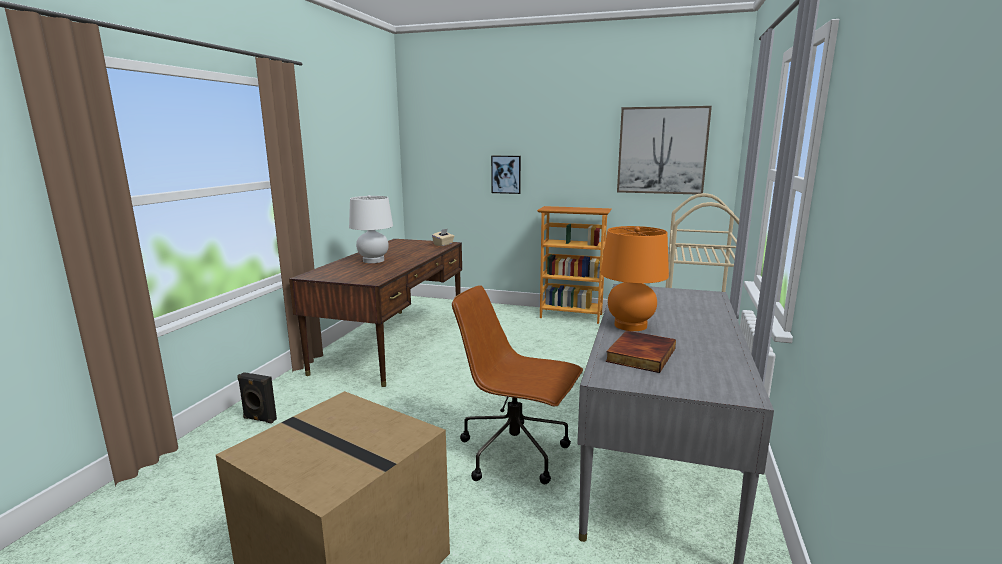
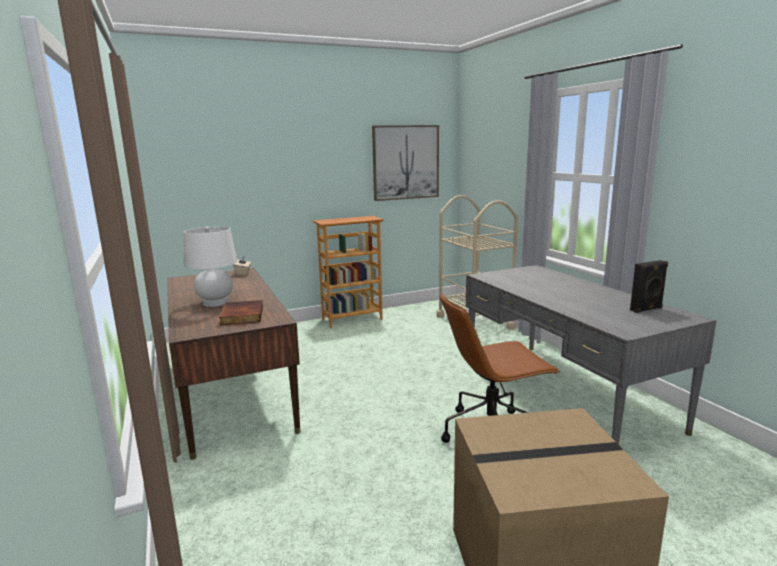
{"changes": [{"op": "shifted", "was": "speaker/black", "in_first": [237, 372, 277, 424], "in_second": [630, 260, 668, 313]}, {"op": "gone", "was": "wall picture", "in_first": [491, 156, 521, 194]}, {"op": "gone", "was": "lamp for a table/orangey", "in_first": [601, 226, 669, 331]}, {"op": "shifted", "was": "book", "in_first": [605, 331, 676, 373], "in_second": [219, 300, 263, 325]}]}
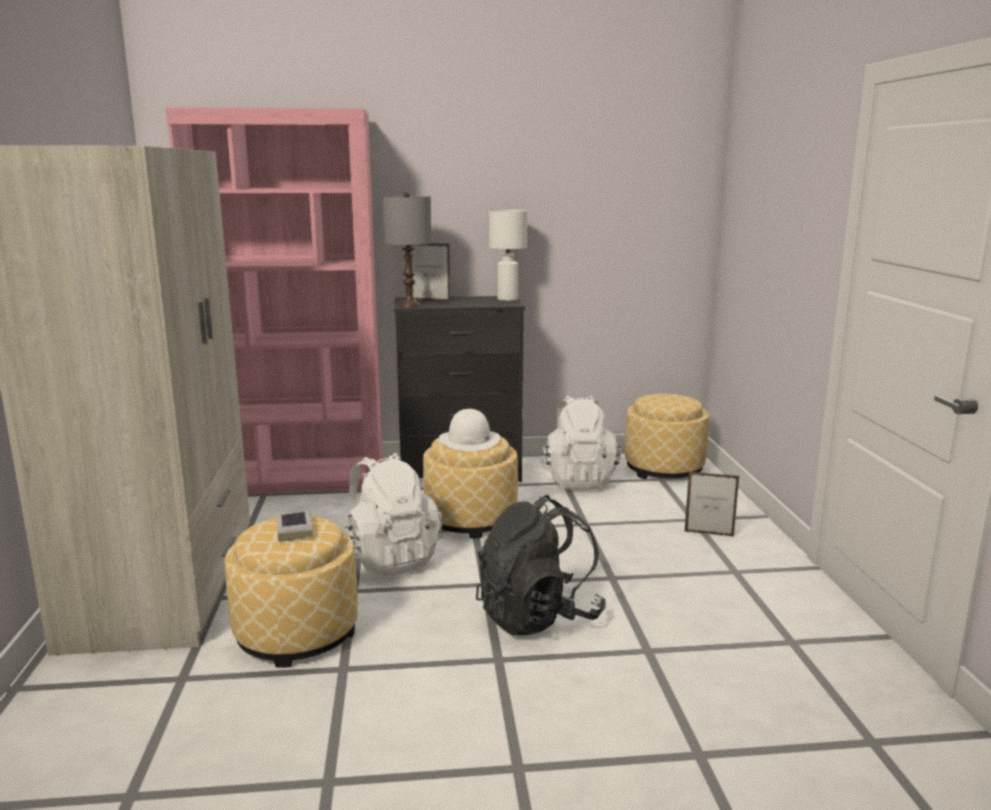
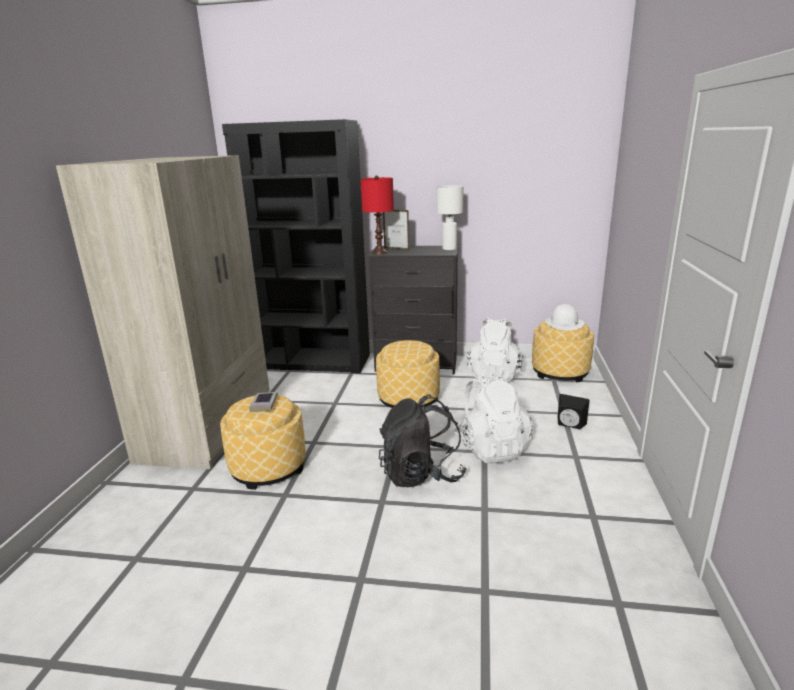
{"changes": [{"op": "repainted", "was": "bookcase/pink", "now": "bookcase/black", "in_first": [165, 107, 383, 494], "in_second": [222, 119, 370, 373]}, {"op": "shifted", "was": "backpack/whitish", "in_first": [344, 453, 442, 576], "in_second": [453, 374, 533, 463]}, {"op": "repainted", "was": "lamp for a table/grey", "now": "lamp for a table/reddish", "in_first": [383, 192, 432, 308], "in_second": [360, 176, 394, 255]}, {"op": "shifted", "was": "hat/whitish", "in_first": [439, 409, 500, 451], "in_second": [545, 304, 584, 330]}, {"op": "swapped", "was": "photo frame", "now": "speaker/black", "in_first": [685, 472, 739, 536], "in_second": [557, 394, 589, 430]}]}
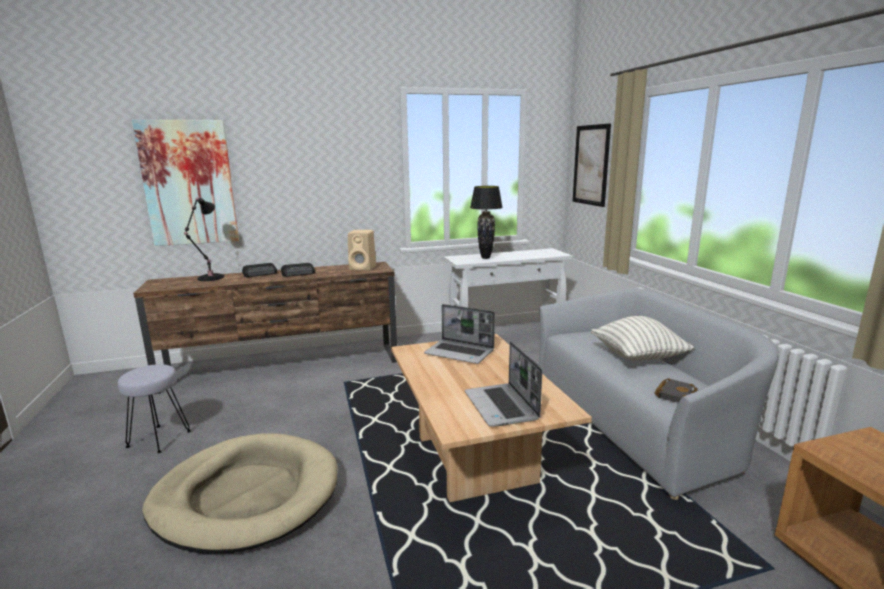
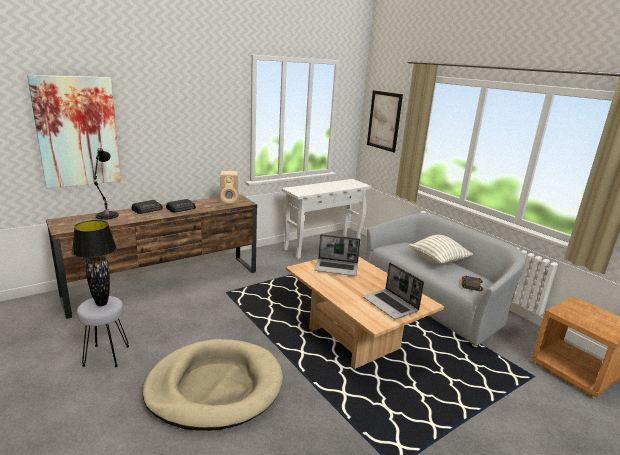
{"changes": [{"op": "shifted", "was": "lamp for a table/black", "in_first": [470, 186, 503, 259], "in_second": [72, 220, 117, 306]}]}
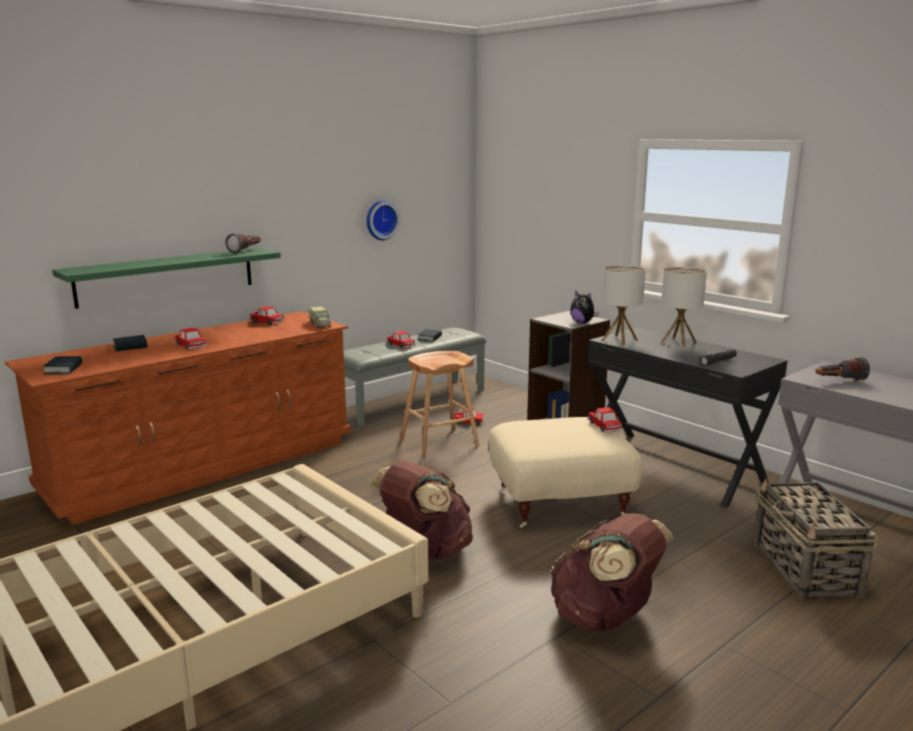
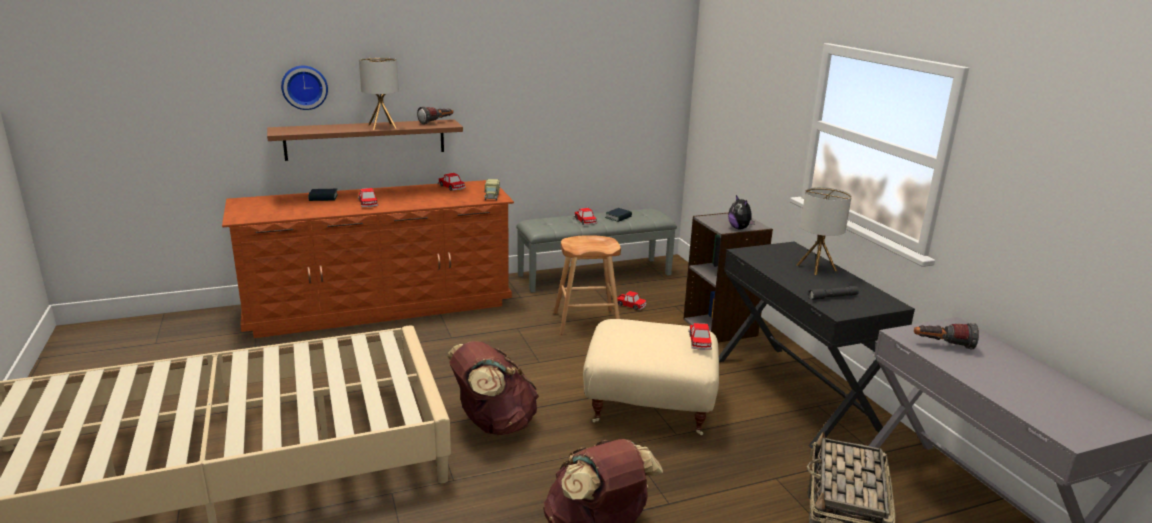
{"changes": [{"op": "gone", "was": "book", "in_first": [43, 356, 82, 374]}, {"op": "repainted", "was": "shelf/greenish", "now": "shelf/brownish", "in_first": [52, 248, 281, 309], "in_second": [267, 119, 463, 161]}, {"op": "shifted", "was": "clock on the wall", "in_first": [366, 200, 400, 240], "in_second": [281, 66, 328, 110]}, {"op": "shifted", "was": "lamp for a table", "in_first": [602, 265, 646, 345], "in_second": [359, 57, 399, 130]}]}
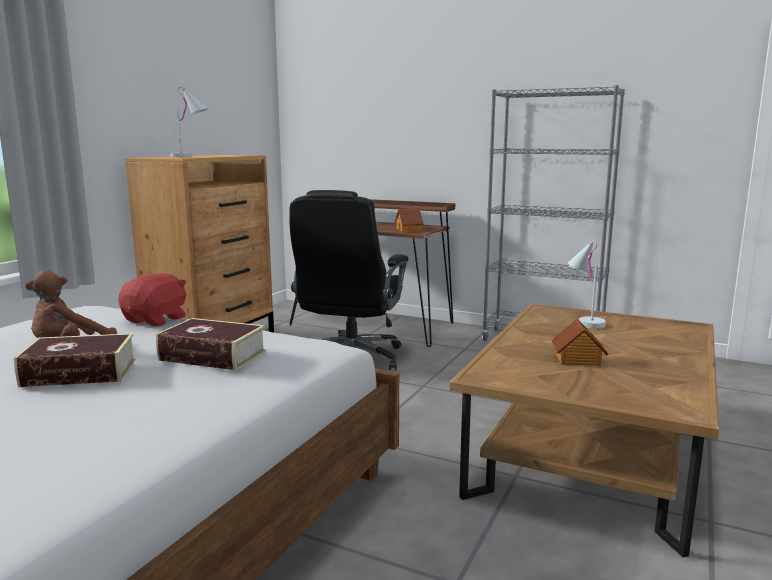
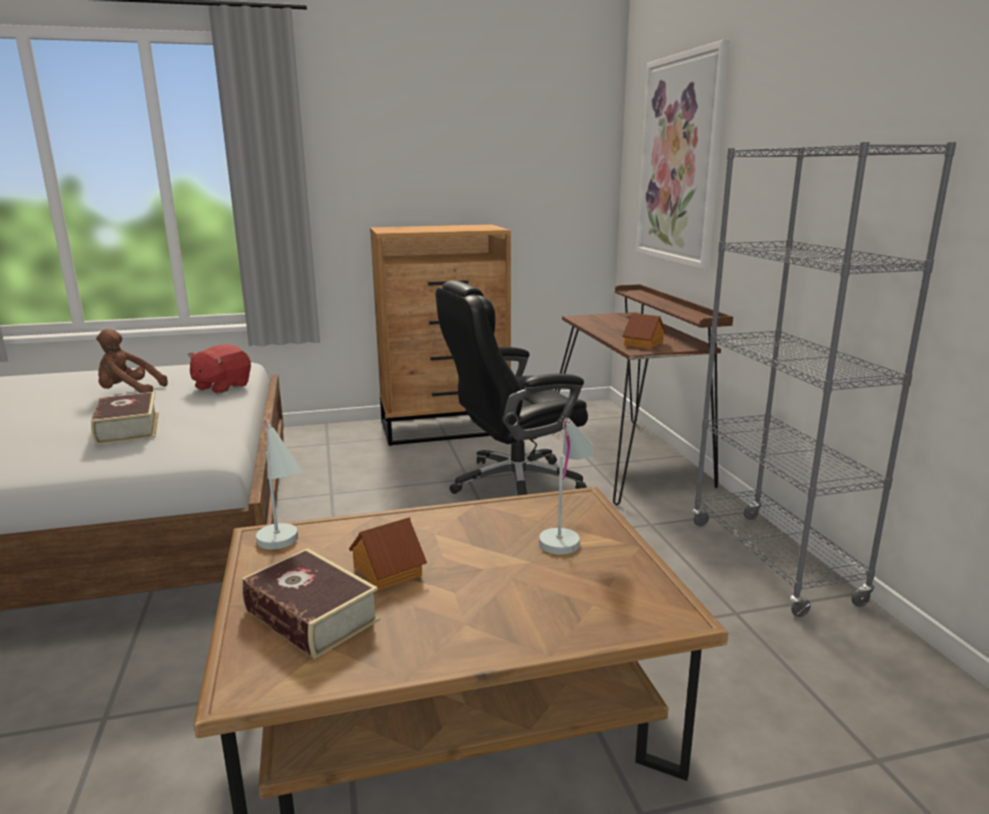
{"changes": [{"op": "shifted", "was": "book", "in_first": [14, 333, 136, 387], "in_second": [241, 548, 380, 659]}, {"op": "rotated", "was": "soft toy/reddish", "in_first": [118, 273, 187, 326], "in_second": [188, 344, 251, 394], "clockwise": 135}, {"op": "shifted", "was": "lamp for a table/whitish", "in_first": [170, 87, 208, 157], "in_second": [256, 419, 302, 549]}, {"op": "new", "now": "wall picture", "in_second": [636, 39, 730, 270]}]}
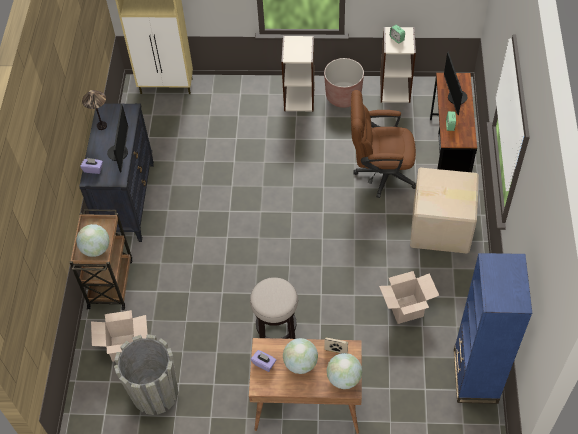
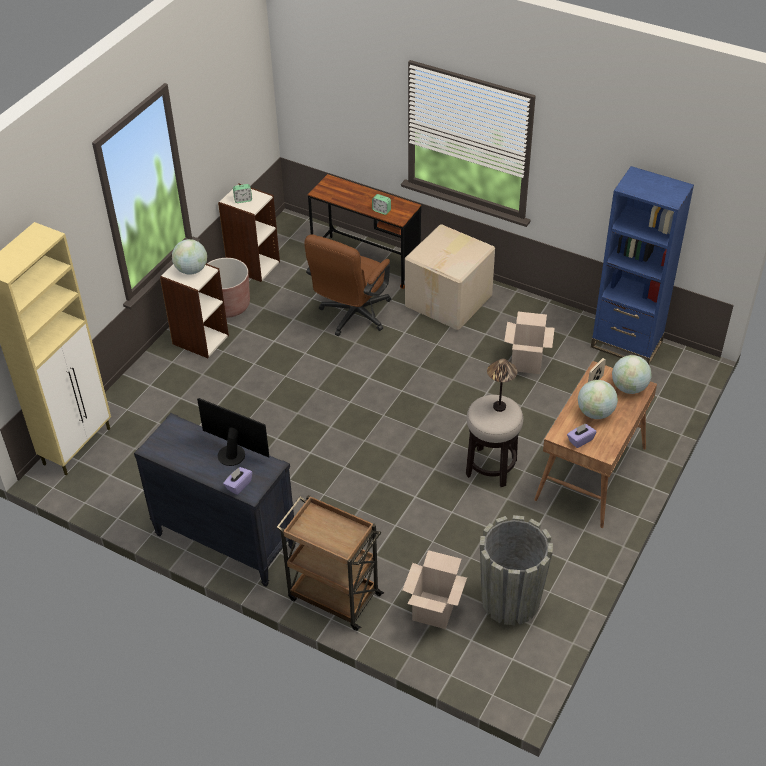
{"changes": [{"op": "shifted", "was": "world globe", "in_first": [76, 224, 110, 257], "in_second": [172, 239, 207, 275]}, {"op": "shifted", "was": "lamp for a table", "in_first": [82, 90, 107, 130], "in_second": [487, 359, 517, 412]}, {"op": "gone", "was": "monitor", "in_first": [444, 51, 467, 115]}]}
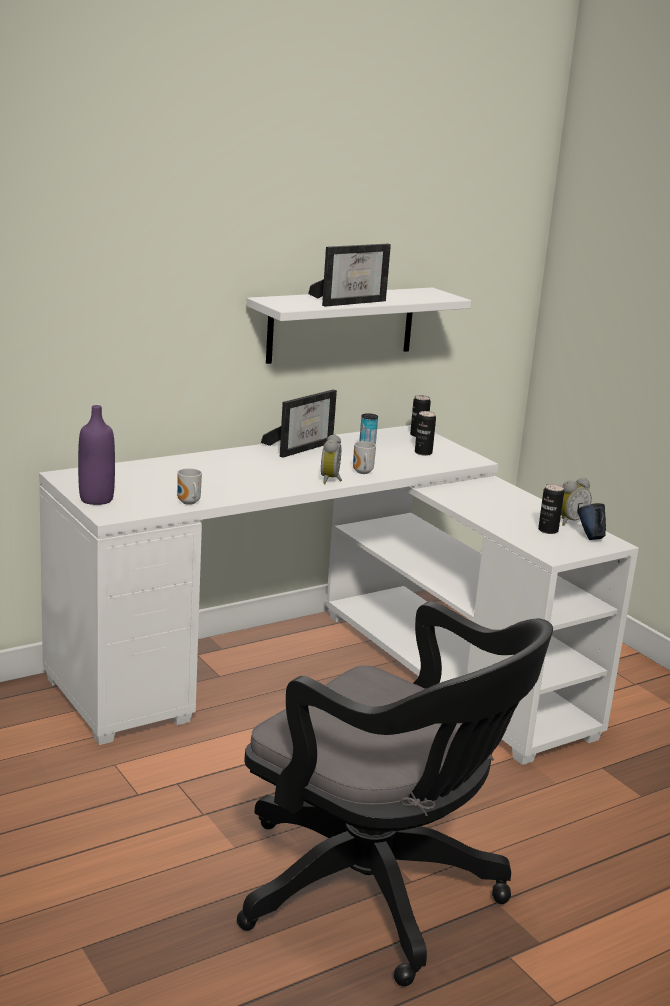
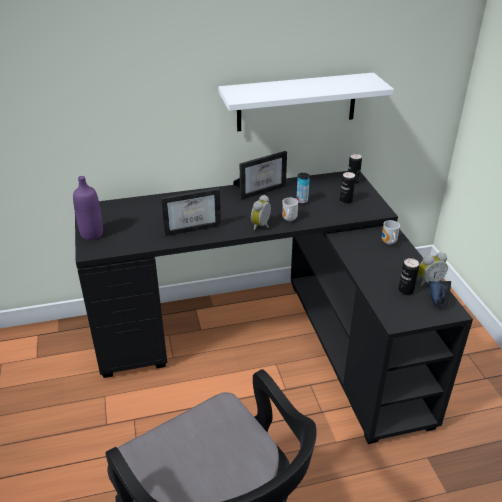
{"changes": [{"op": "repainted", "was": "desk/whitish", "now": "desk/black", "in_first": [39, 425, 639, 765], "in_second": [75, 171, 473, 444]}, {"op": "shifted", "was": "coffee mug", "in_first": [177, 468, 202, 505], "in_second": [382, 220, 400, 245]}, {"op": "shifted", "was": "photo frame", "in_first": [308, 244, 391, 307], "in_second": [161, 188, 221, 236]}]}
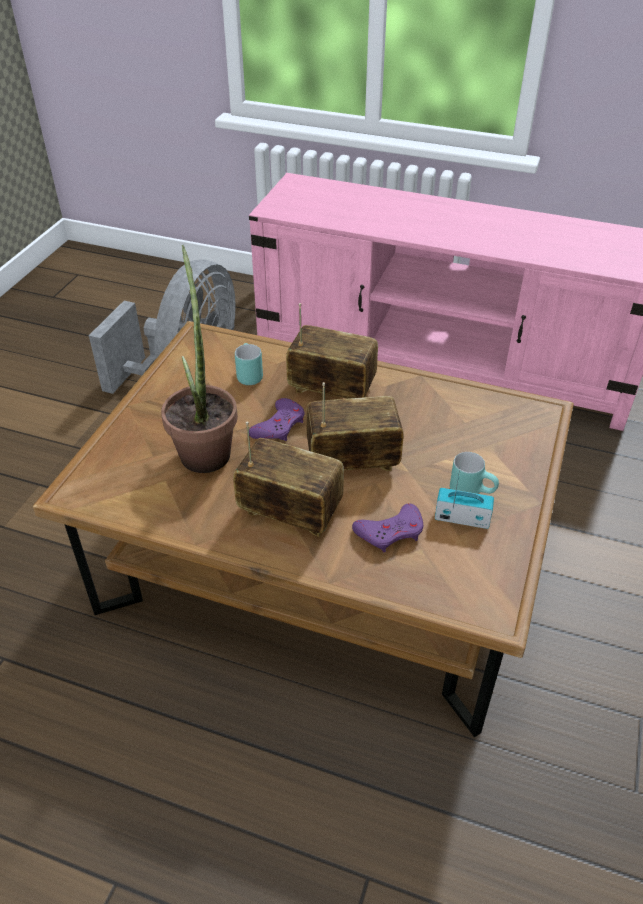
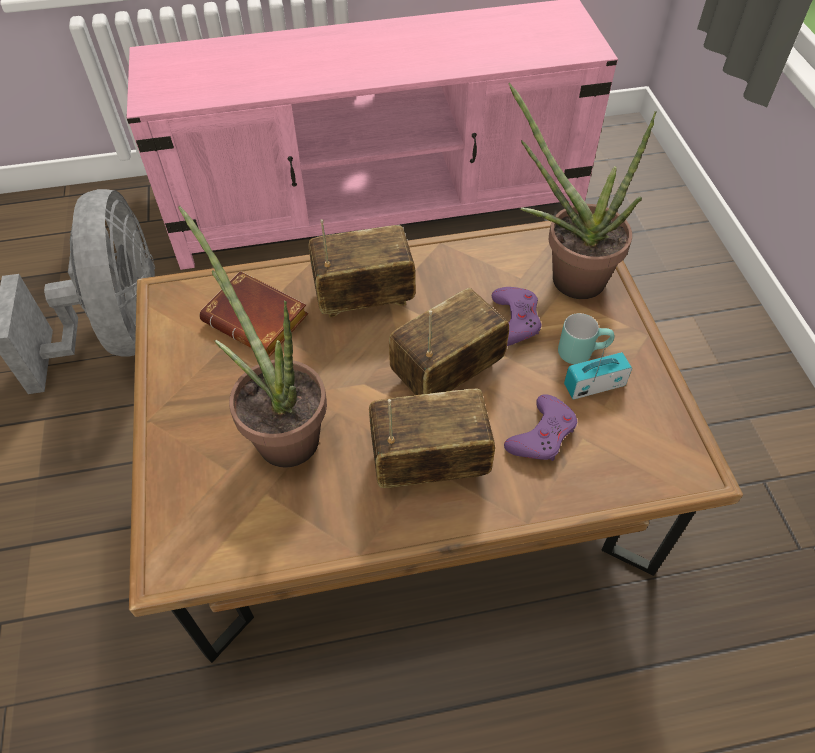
{"changes": [{"op": "swapped", "was": "coffee mug/turquoise-coloured", "now": "book/brownish", "in_first": [235, 343, 263, 385], "in_second": [199, 271, 308, 356]}, {"op": "shifted", "was": "game controller/purplish", "in_first": [249, 398, 305, 441], "in_second": [492, 287, 541, 346]}, {"op": "new", "now": "houseplant", "in_second": [509, 83, 657, 299]}]}
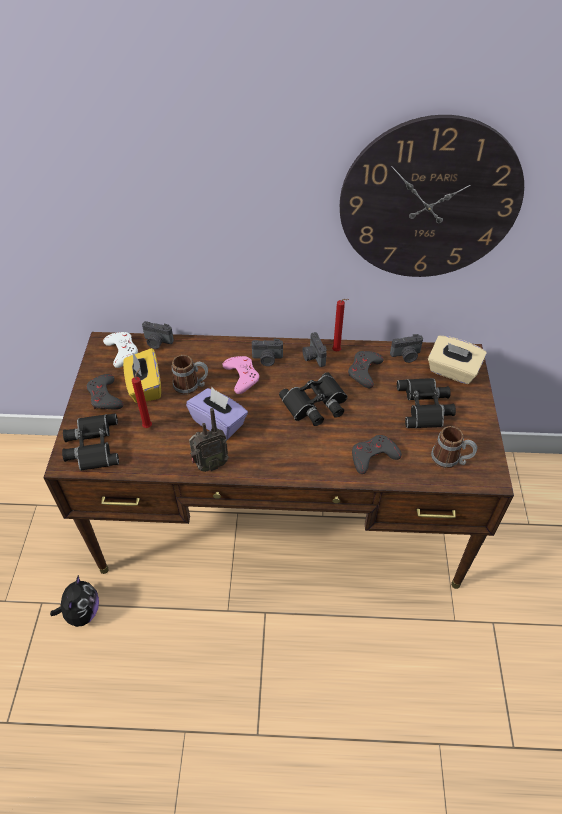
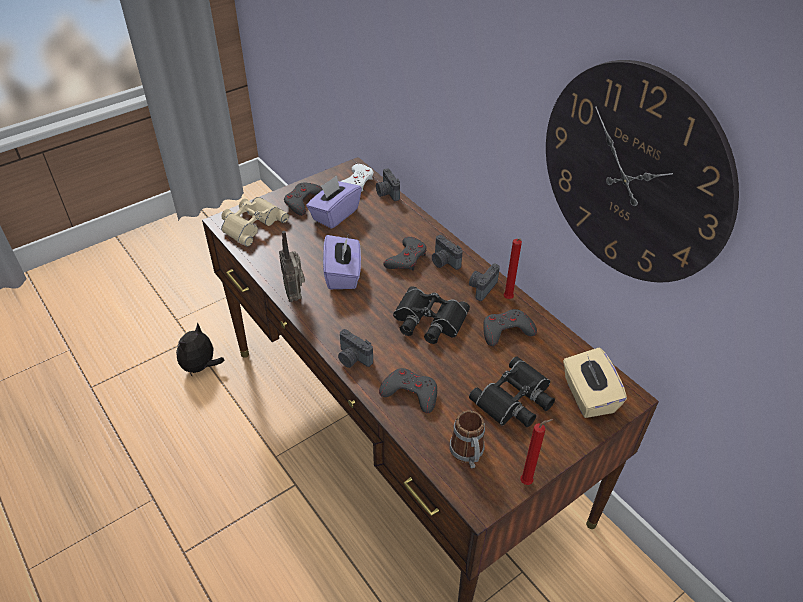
{"changes": [{"op": "rotated", "was": "soft toy", "in_first": [50, 575, 99, 627], "in_second": [176, 322, 225, 376], "clockwise": 150}, {"op": "repainted", "was": "binoculars/black", "now": "binoculars/sand-coloured", "in_first": [62, 413, 119, 471], "in_second": [221, 197, 289, 247]}, {"op": "repainted", "was": "tissue box/yellow-coloured", "now": "tissue box/purplish", "in_first": [123, 348, 161, 403], "in_second": [306, 175, 362, 229]}, {"op": "shifted", "was": "wax light/reddish", "in_first": [132, 368, 152, 428], "in_second": [520, 419, 553, 485]}, {"op": "gone", "was": "coffee mug", "in_first": [172, 355, 208, 395]}, {"op": "rotated", "was": "radio set", "in_first": [189, 408, 229, 472], "in_second": [279, 231, 305, 302], "clockwise": 45}, {"op": "repainted", "was": "game controller/pink", "now": "game controller/grey", "in_first": [222, 356, 259, 394], "in_second": [383, 237, 427, 271]}, {"op": "shifted", "was": "photo camera", "in_first": [390, 334, 423, 363], "in_second": [338, 329, 373, 368]}]}
